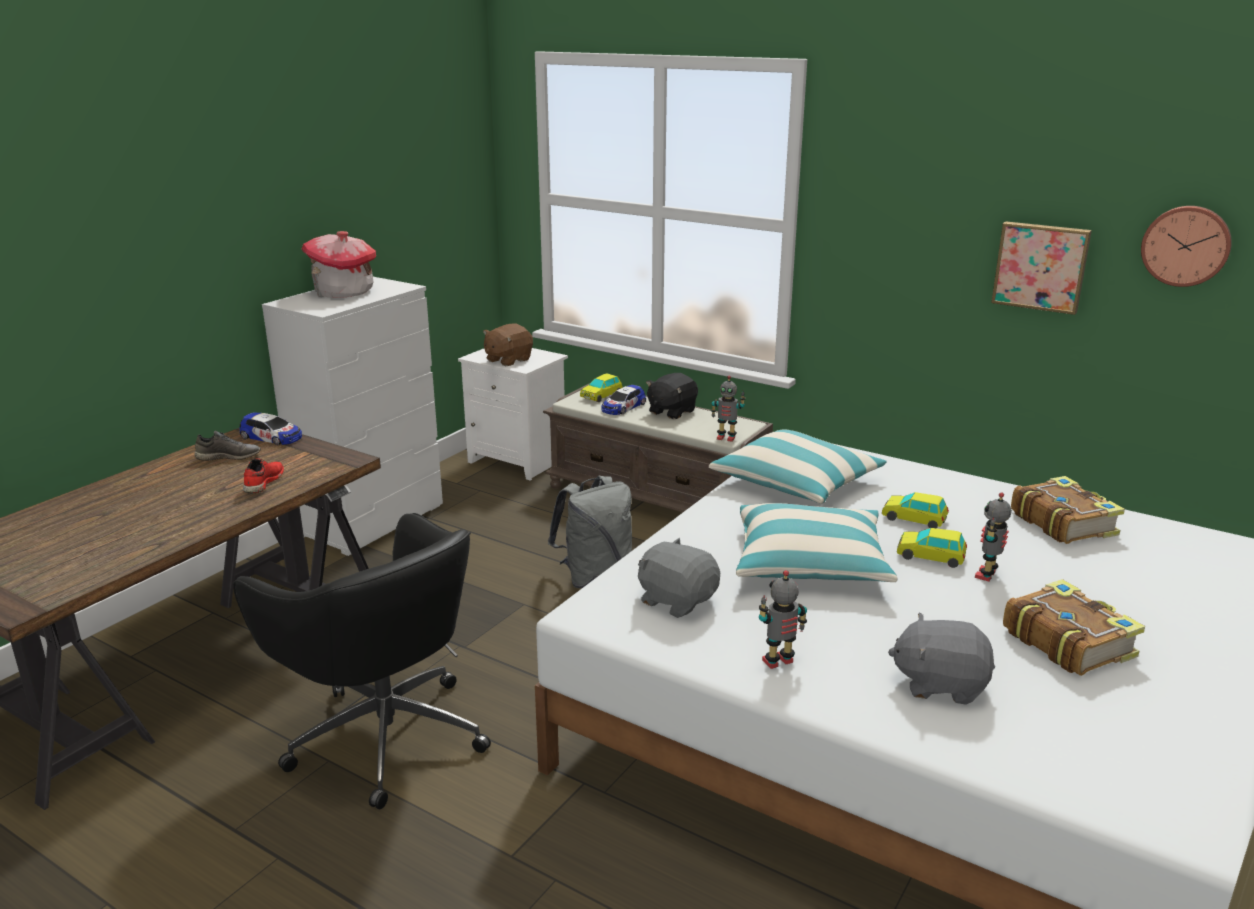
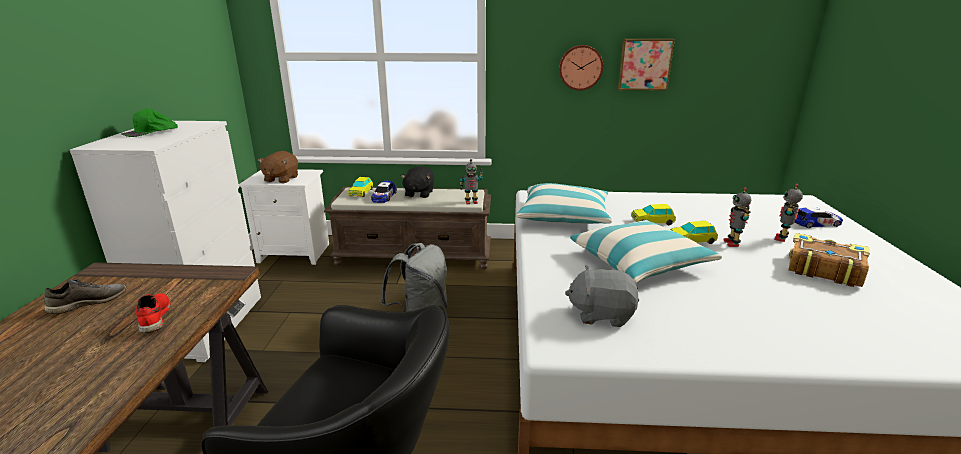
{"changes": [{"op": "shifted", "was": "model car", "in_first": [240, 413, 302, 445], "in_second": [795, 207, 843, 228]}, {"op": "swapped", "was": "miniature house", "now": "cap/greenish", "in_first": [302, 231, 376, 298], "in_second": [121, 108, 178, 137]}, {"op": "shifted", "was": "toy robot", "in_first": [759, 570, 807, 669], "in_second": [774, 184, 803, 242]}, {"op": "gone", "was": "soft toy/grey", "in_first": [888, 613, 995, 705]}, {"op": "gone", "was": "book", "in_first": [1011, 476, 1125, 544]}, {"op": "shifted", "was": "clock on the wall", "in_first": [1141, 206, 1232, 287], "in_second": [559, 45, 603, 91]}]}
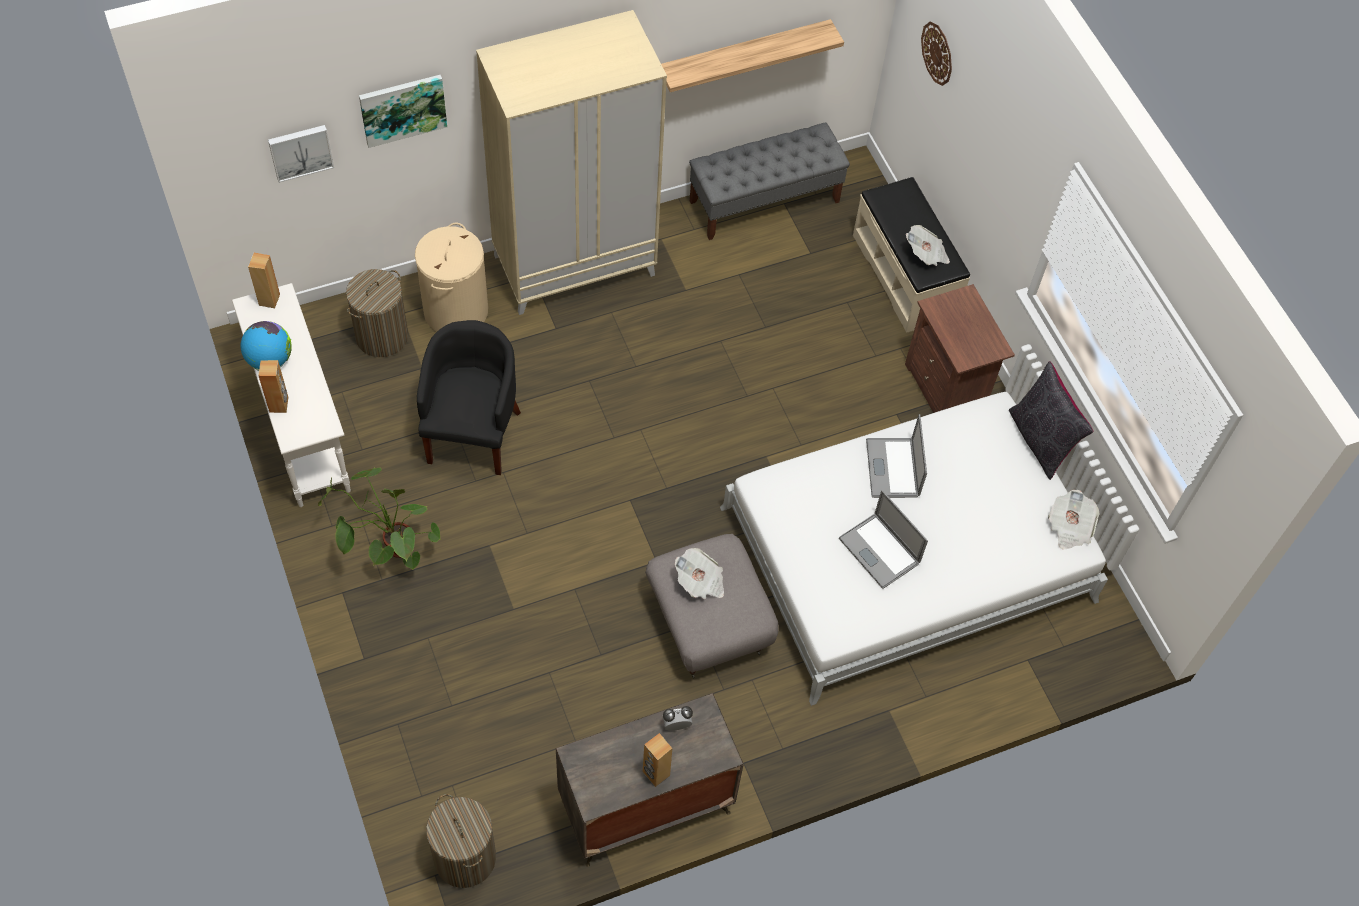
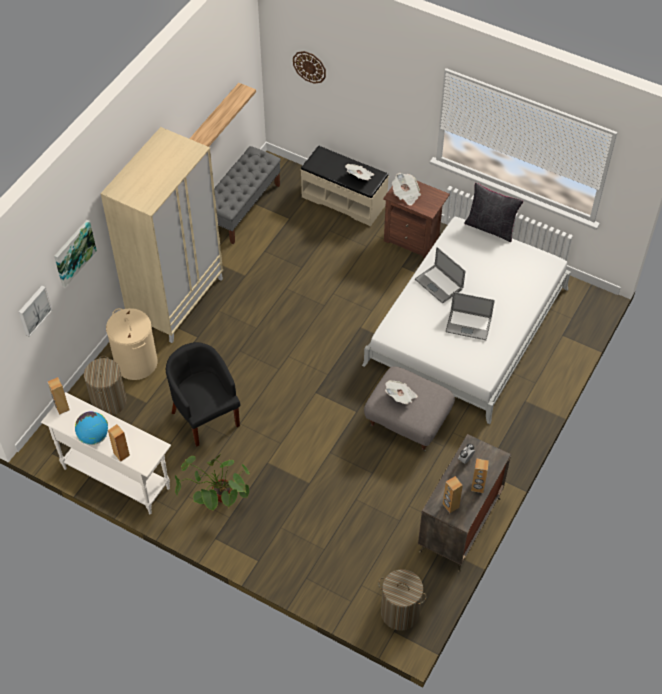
{"changes": [{"op": "shifted", "was": "printed paper", "in_first": [1048, 490, 1100, 549], "in_second": [392, 173, 421, 206]}, {"op": "new", "now": "speaker/brownish", "in_second": [443, 476, 463, 513]}]}
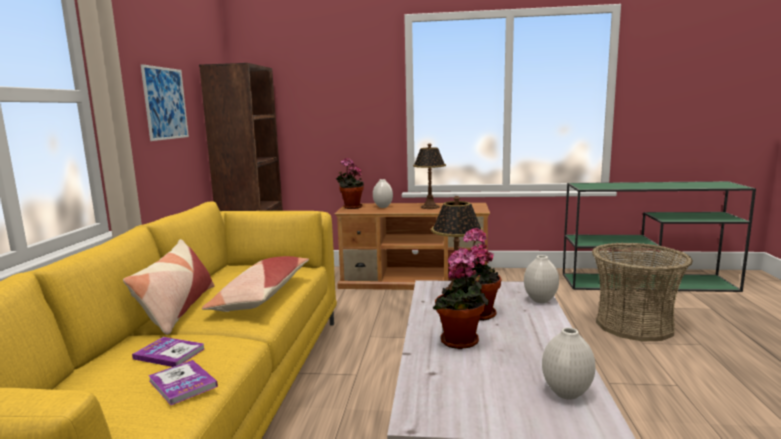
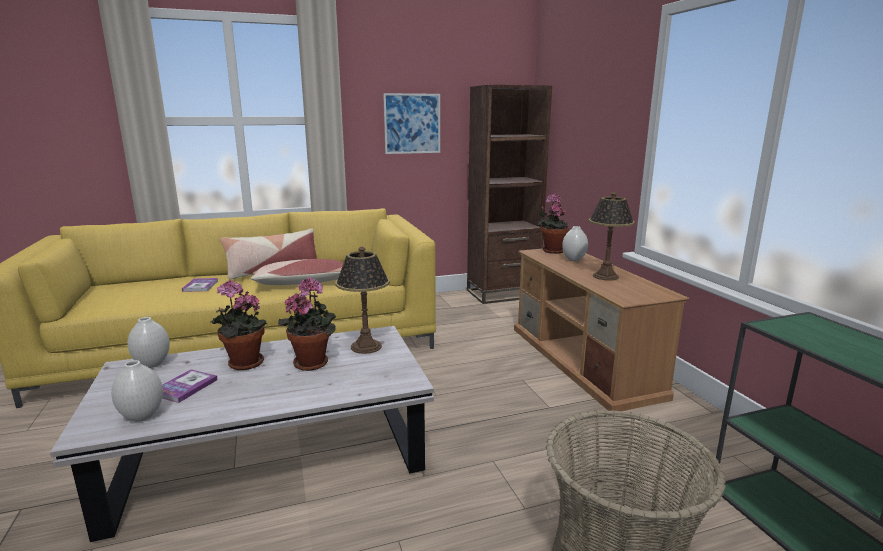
{"changes": [{"op": "shifted", "was": "book", "in_first": [148, 360, 218, 405], "in_second": [162, 369, 218, 403]}, {"op": "shifted", "was": "vase/whitish", "in_first": [524, 255, 559, 303], "in_second": [128, 317, 170, 368]}]}
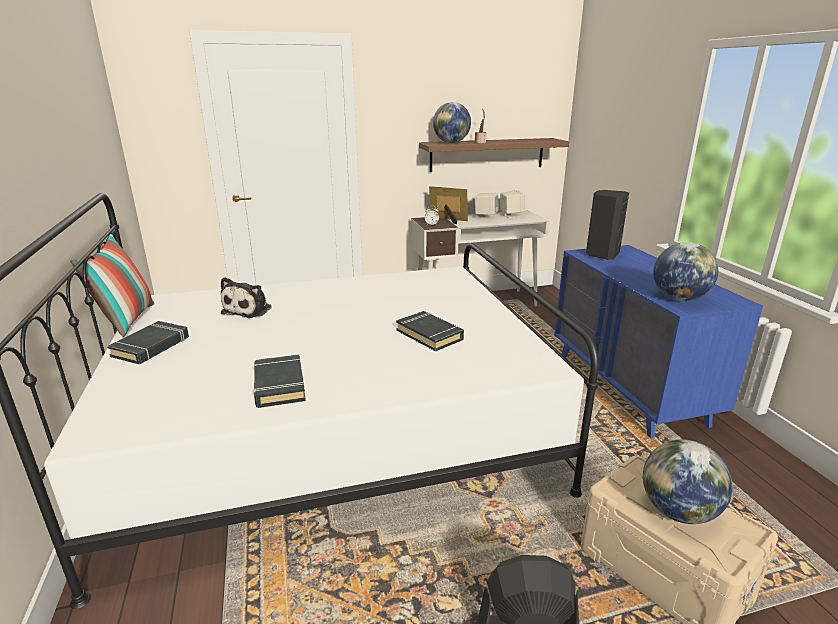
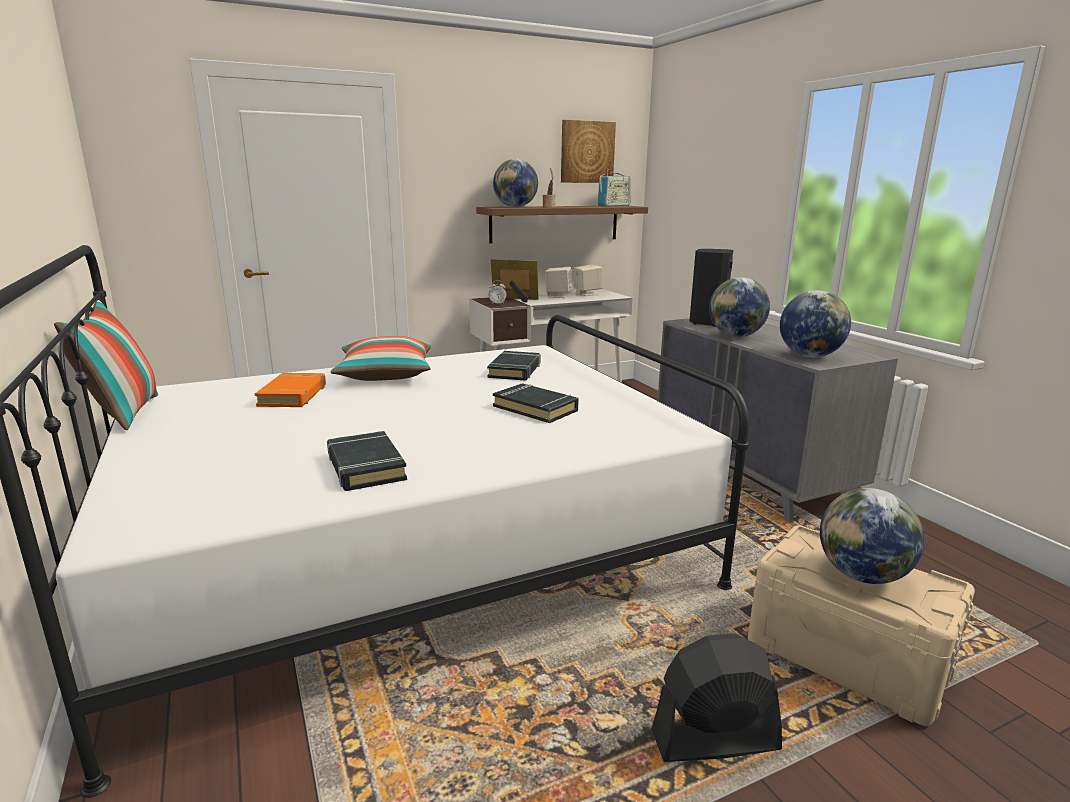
{"changes": [{"op": "shifted", "was": "book/black", "in_first": [107, 321, 189, 364], "in_second": [487, 351, 541, 380]}, {"op": "swapped", "was": "soft toy", "now": "book/orangey", "in_first": [221, 277, 272, 318], "in_second": [255, 373, 326, 407]}, {"op": "repainted", "was": "drawer chest/bluish", "now": "drawer chest/grey", "in_first": [554, 245, 763, 438], "in_second": [657, 318, 898, 523]}, {"op": "new", "now": "cushion", "in_second": [331, 336, 431, 381]}, {"op": "new", "now": "wall picture", "in_second": [561, 120, 616, 183]}, {"op": "new", "now": "radio set", "in_second": [597, 169, 631, 206]}, {"op": "new", "now": "world globe", "in_second": [709, 277, 770, 337]}]}
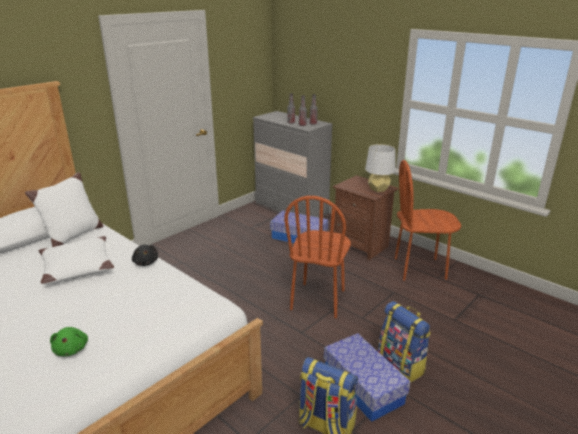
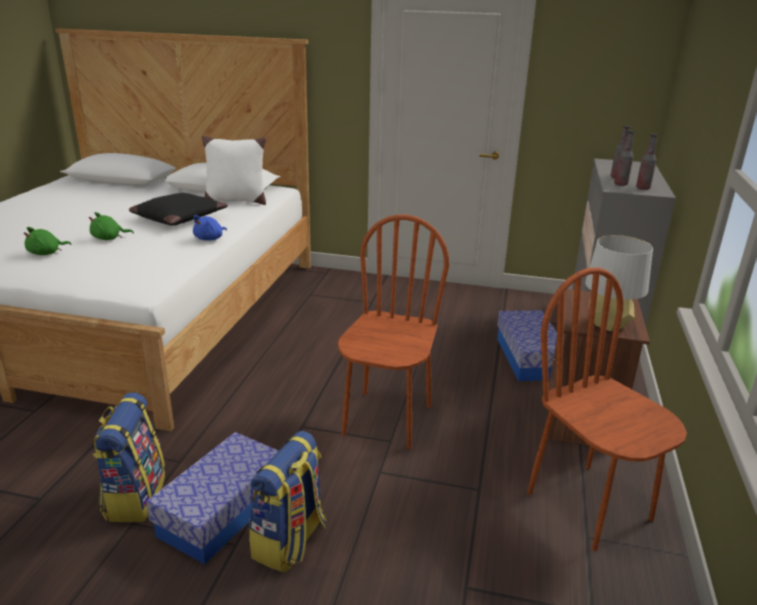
{"changes": [{"op": "repainted", "was": "cushion/whitish", "now": "cushion/black", "in_first": [39, 236, 114, 284], "in_second": [129, 193, 228, 226]}, {"op": "repainted", "was": "soft toy/black", "now": "soft toy/bluish", "in_first": [132, 245, 158, 266], "in_second": [193, 215, 227, 241]}, {"op": "rotated", "was": "chair/brownish", "in_first": [284, 196, 351, 318], "in_second": [338, 215, 449, 450], "clockwise": 120}, {"op": "new", "now": "soft toy/greenish", "in_second": [89, 212, 134, 240]}]}
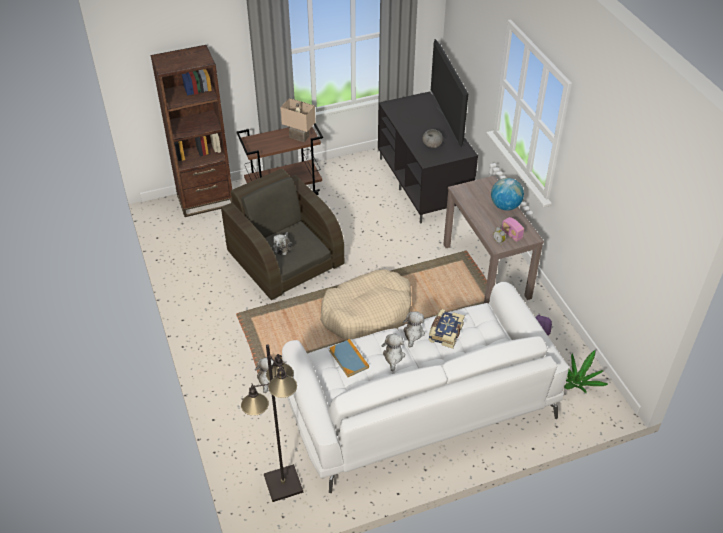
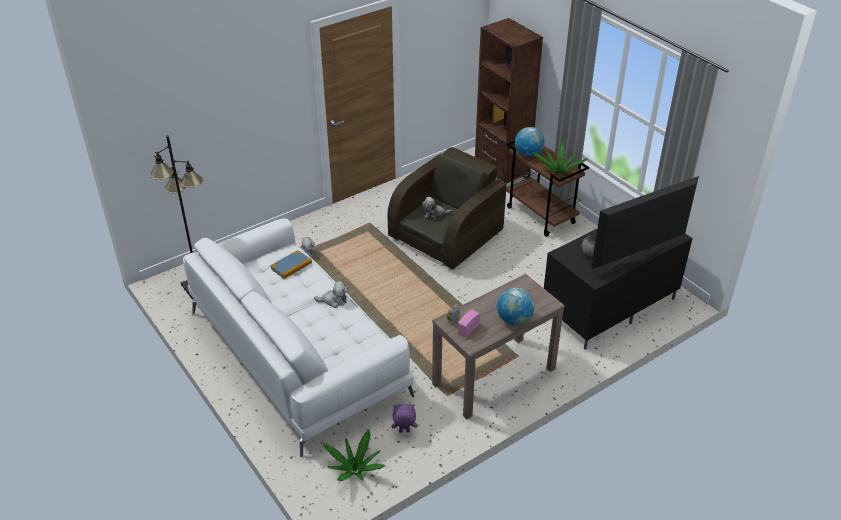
{"changes": [{"op": "swapped", "was": "lamp for a table/sand-coloured", "now": "houseplant", "in_first": [280, 98, 316, 142], "in_second": [533, 141, 588, 174]}, {"op": "gone", "was": "dog bed/sand-coloured", "in_first": [320, 269, 411, 340]}, {"op": "gone", "was": "soft toy", "in_first": [382, 334, 405, 371]}, {"op": "gone", "was": "book", "in_first": [429, 309, 465, 349]}, {"op": "new", "now": "world globe", "in_second": [515, 127, 545, 157]}]}
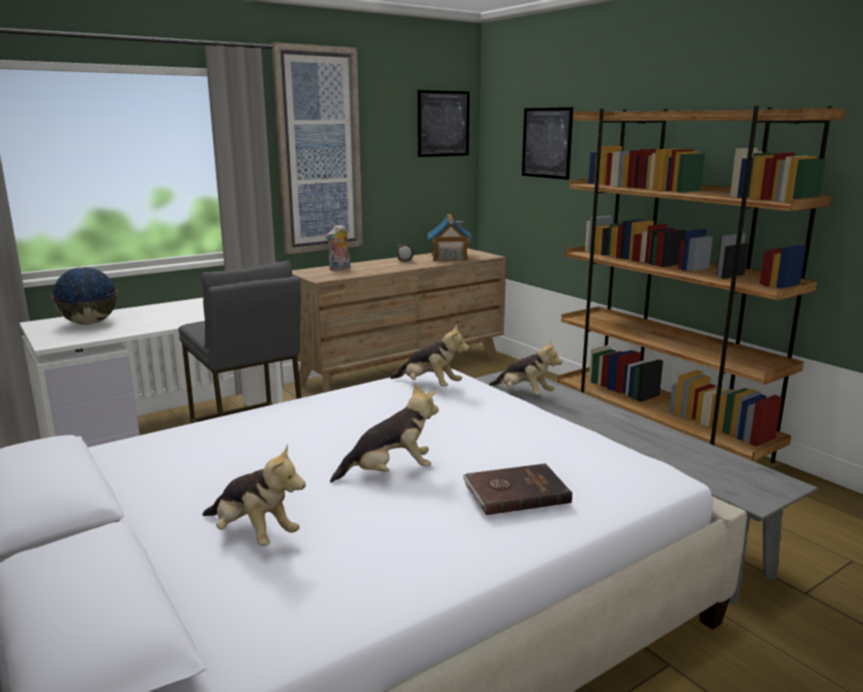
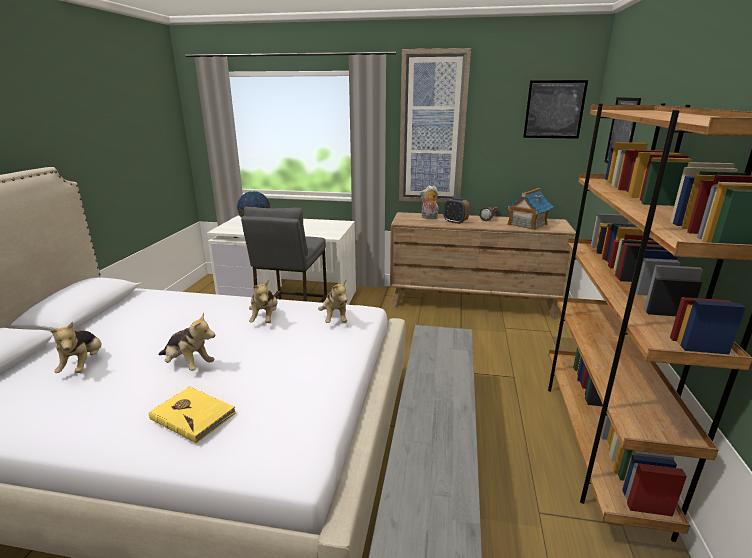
{"changes": [{"op": "repainted", "was": "book/brownish", "now": "book/yellow-coloured", "in_first": [463, 463, 572, 515], "in_second": [149, 386, 236, 444]}, {"op": "shifted", "was": "soft toy", "in_first": [489, 340, 562, 395], "in_second": [249, 280, 278, 323]}, {"op": "new", "now": "table clock", "in_second": [443, 197, 470, 224]}]}
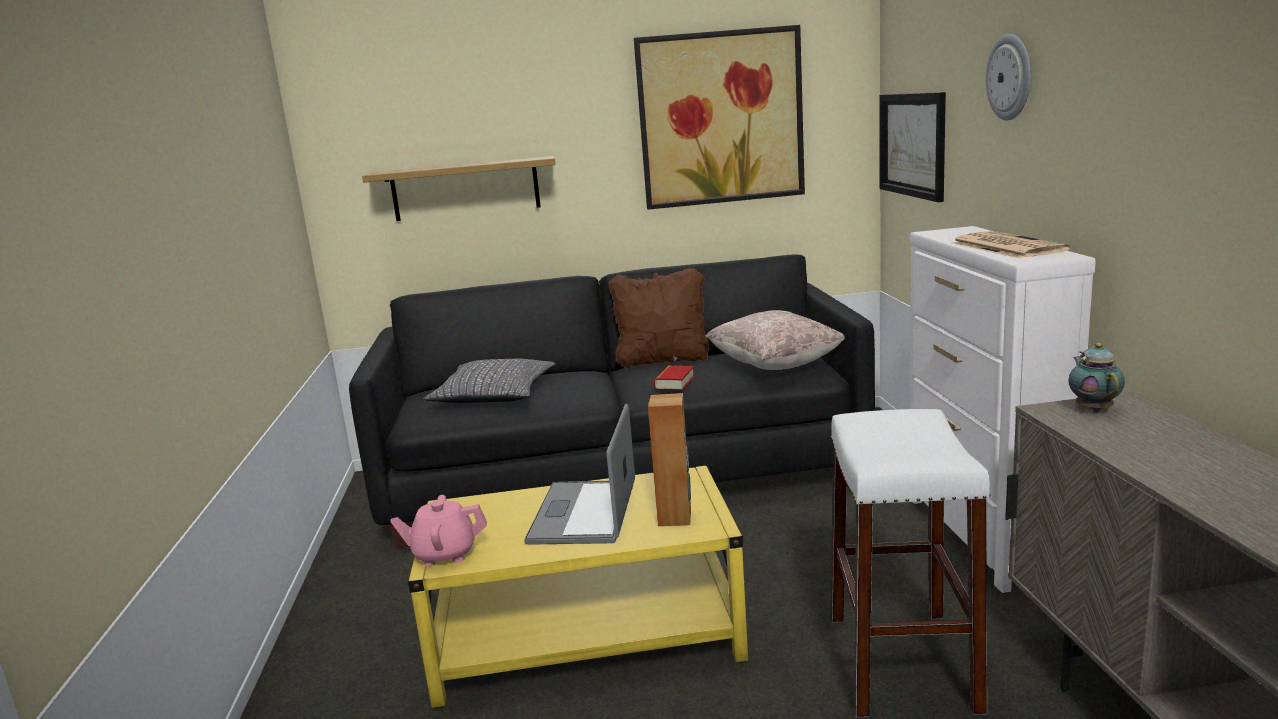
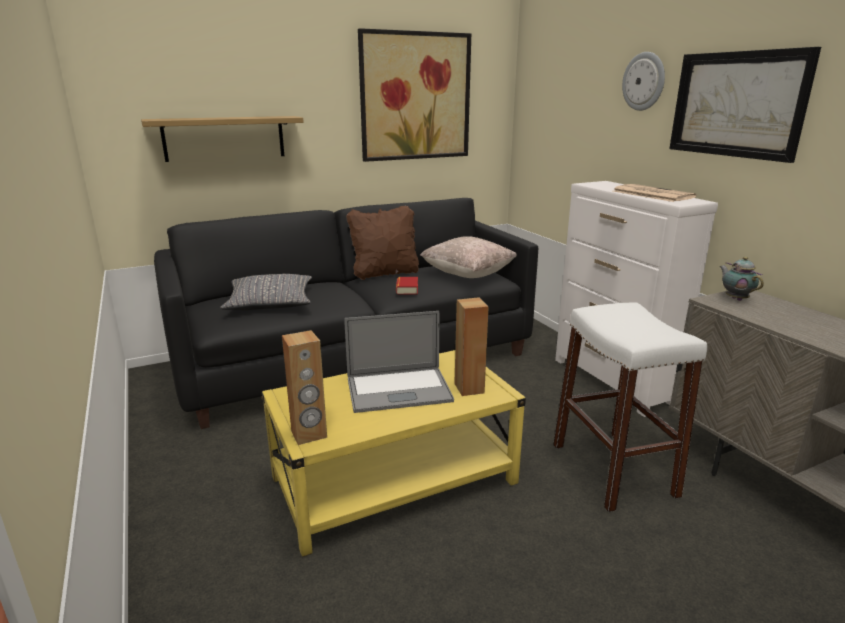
{"changes": [{"op": "swapped", "was": "tea pot/pink", "now": "speaker/brownish", "in_first": [391, 495, 487, 566], "in_second": [282, 330, 327, 445]}, {"op": "rotated", "was": "portable computer", "in_first": [524, 404, 635, 544], "in_second": [344, 311, 454, 413], "clockwise": -90}, {"op": "shifted", "was": "wall picture", "in_first": [879, 92, 946, 202], "in_second": [669, 47, 821, 163]}]}
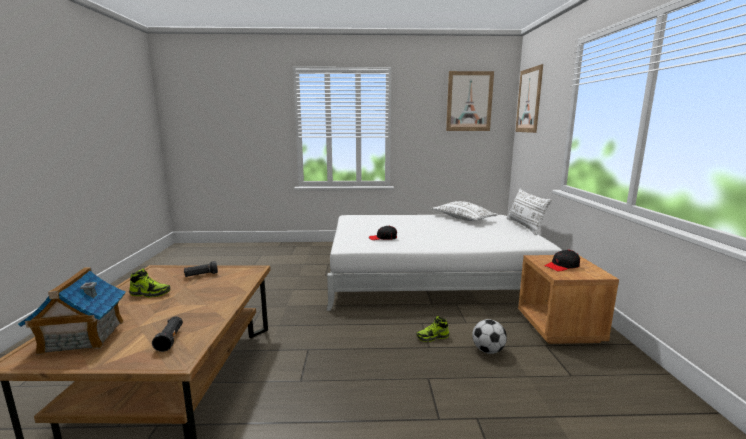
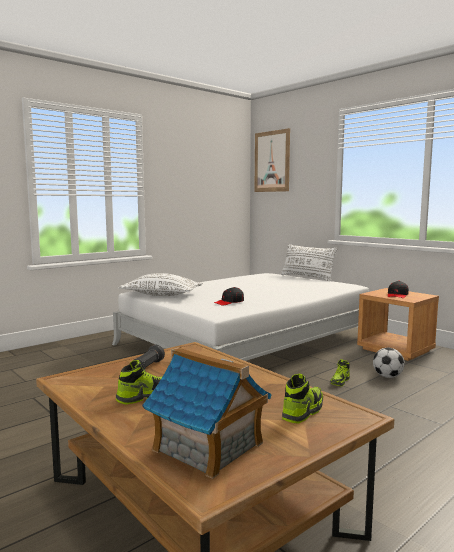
{"changes": [{"op": "swapped", "was": "torch/black", "now": "shoe", "in_first": [152, 316, 183, 352], "in_second": [282, 374, 323, 423]}, {"op": "shifted", "was": "cushion/whitish", "in_first": [432, 201, 498, 221], "in_second": [118, 273, 203, 296]}, {"op": "gone", "was": "wall picture", "in_first": [446, 71, 494, 131]}]}
